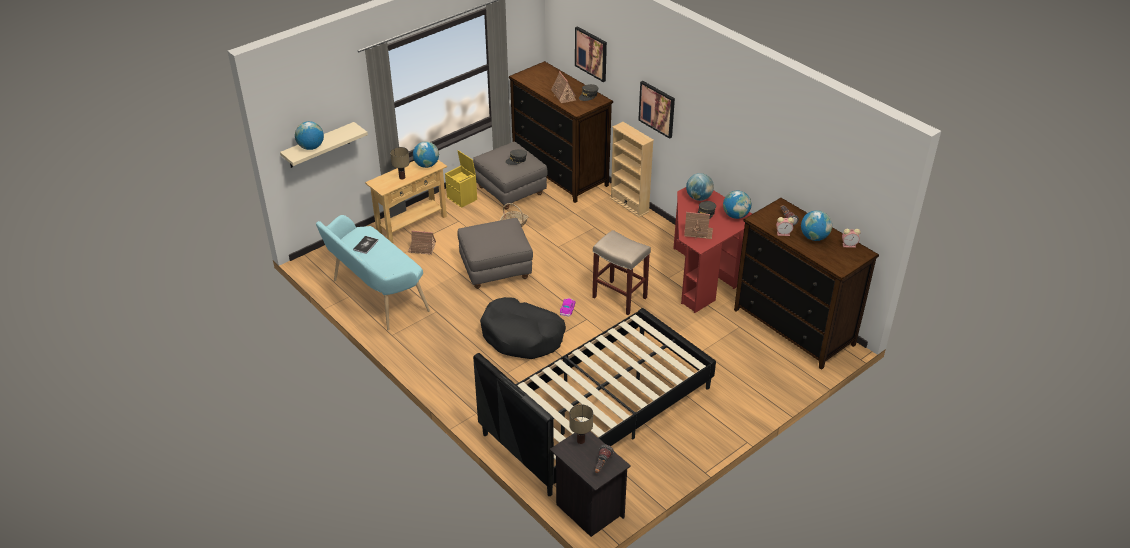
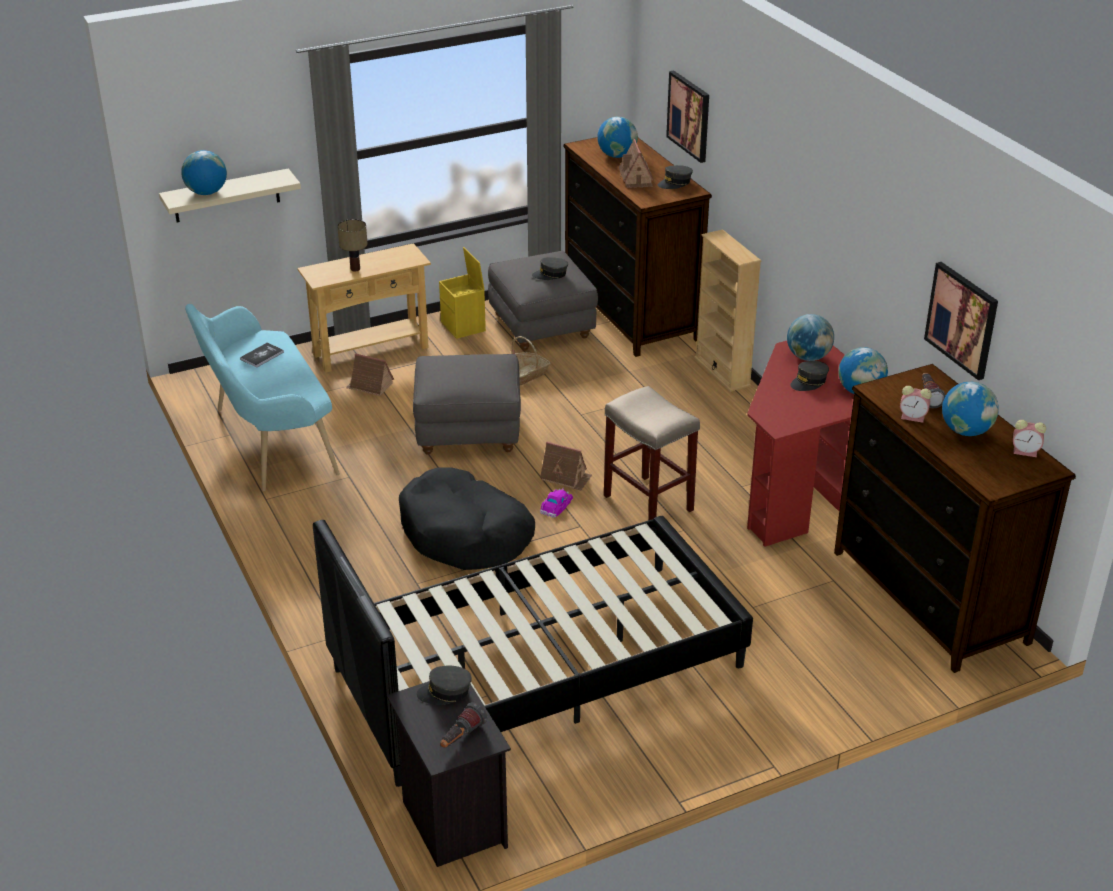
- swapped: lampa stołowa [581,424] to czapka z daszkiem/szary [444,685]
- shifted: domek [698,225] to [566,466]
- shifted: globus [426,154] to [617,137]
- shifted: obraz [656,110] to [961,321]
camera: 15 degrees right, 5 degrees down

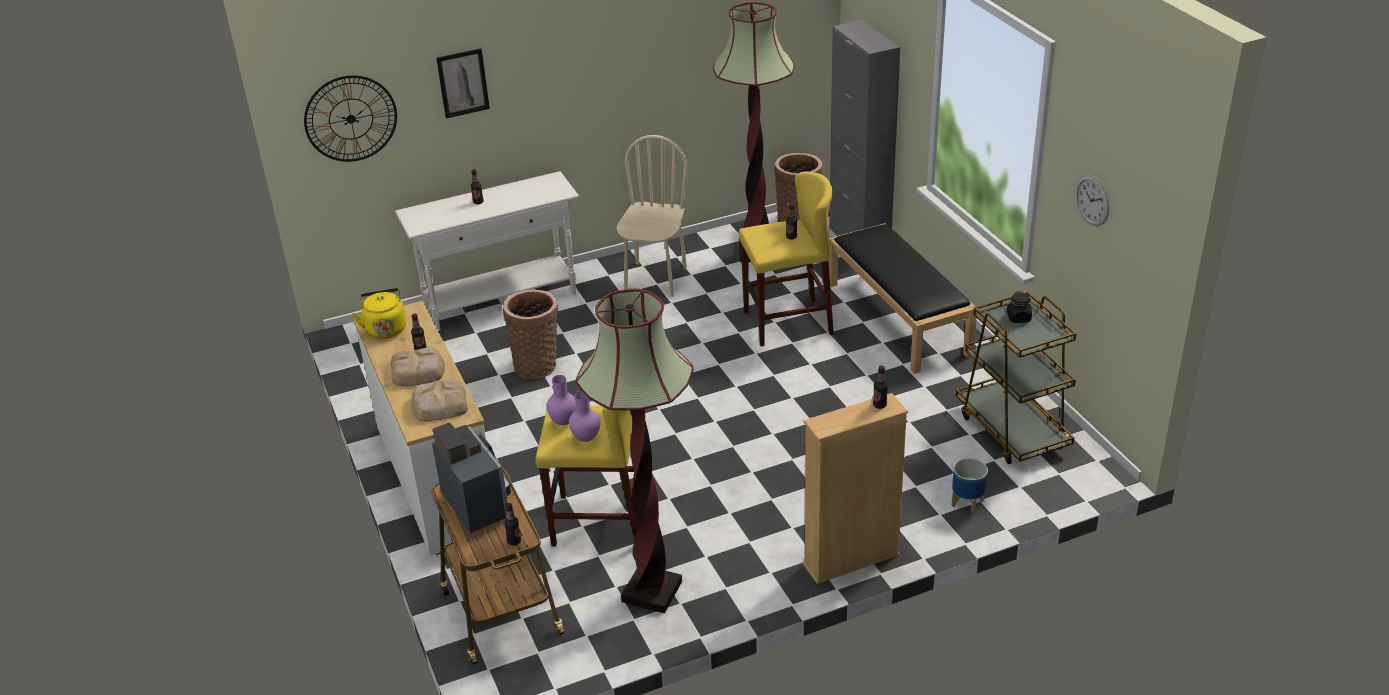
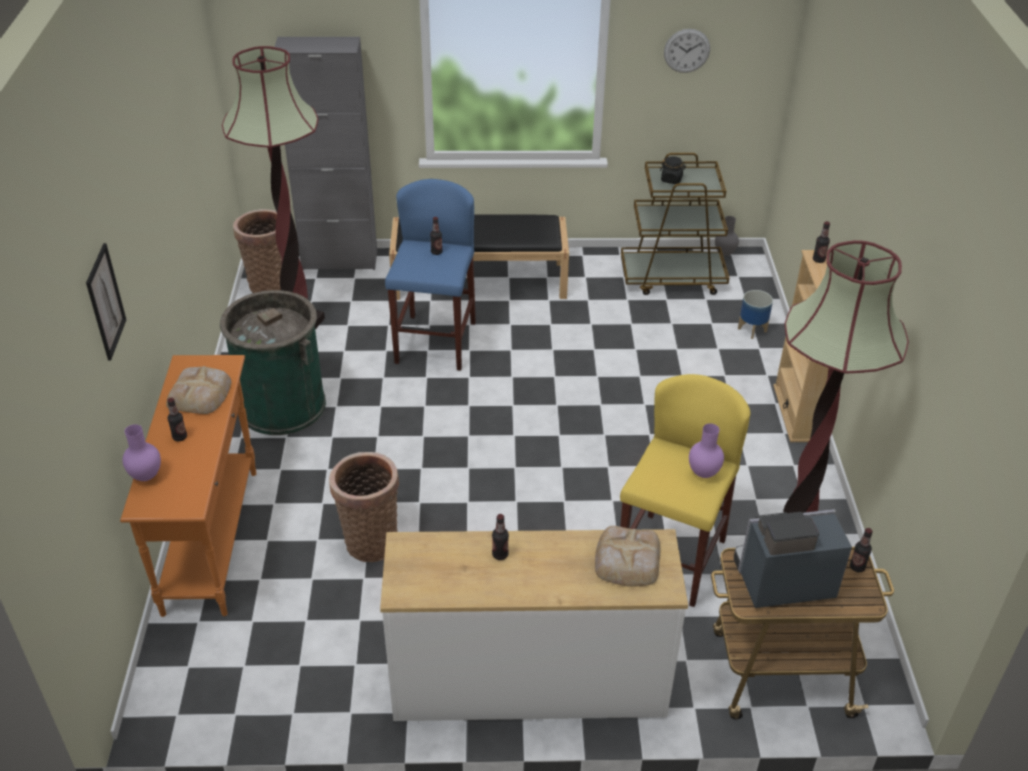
- repainted: stolik konsolowy/biały [487,251] to stolik konsolowy/pomarańczowy [188,486]
- shifted: wazon/fioletowy [561,400] to [141,452]
- shifted: chleb [418,366] to [198,390]
- swapped: krzesło/beżowy [652,216] to kosz na śmieci/zielony [273,362]
- repainted: stołek/żółty [786,259] to stołek/niebieski [430,275]
- new: wazon/szary [727,236]
- gone: zegar ścienny [350,118]
- gone: czajnik/żółty [379,313]
camera: 70 degrees left, 5 degrees up

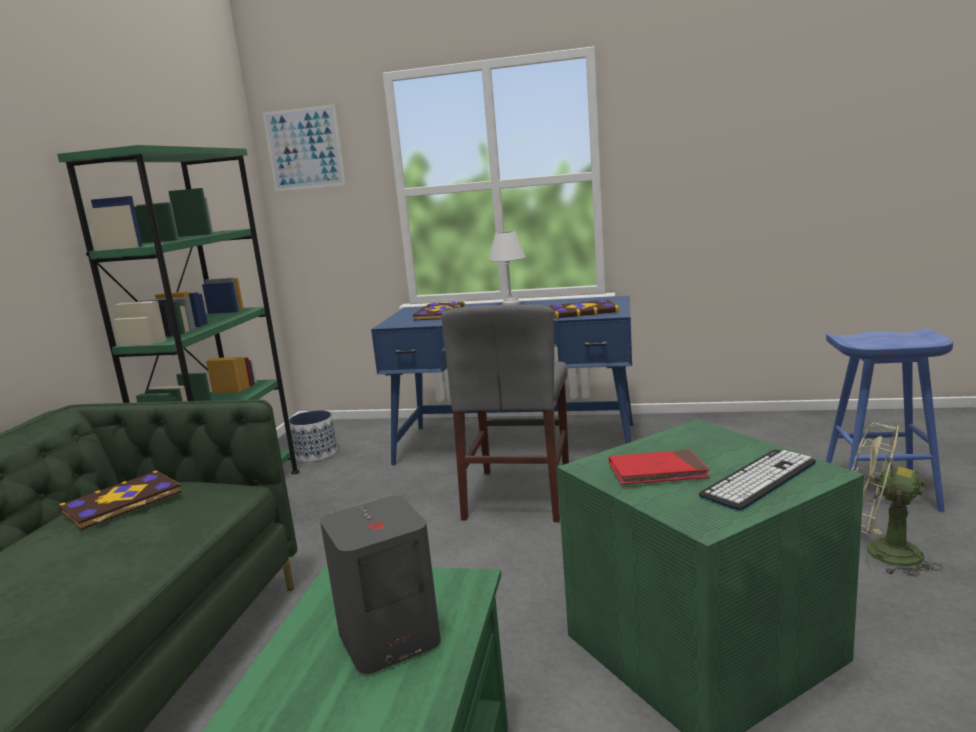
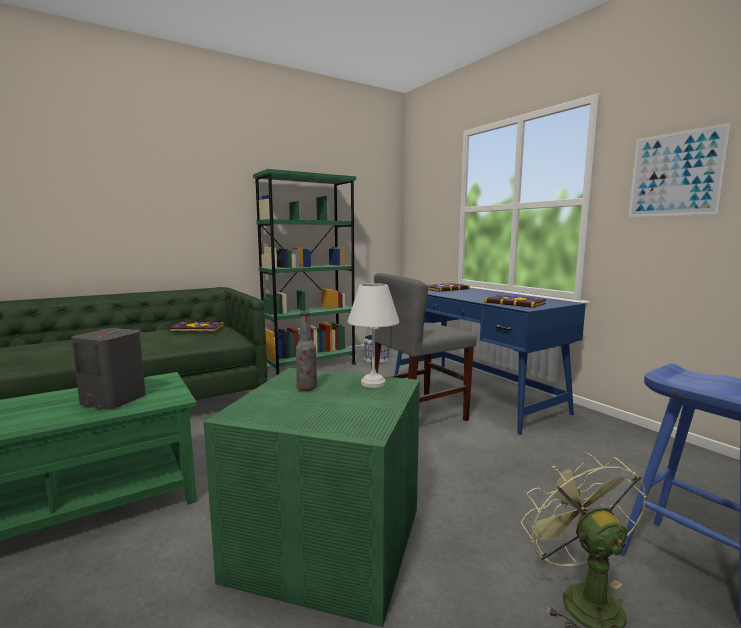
- swapped: książka/czerwony [659,467] to butelka [306,351]
- shifted: lampa stołowa/biały [507,268] to [373,335]
- shifted: obraz [304,147] to [680,170]
- gone: klawiatura [757,480]
camera: 45 degrees right, 5 degrees down

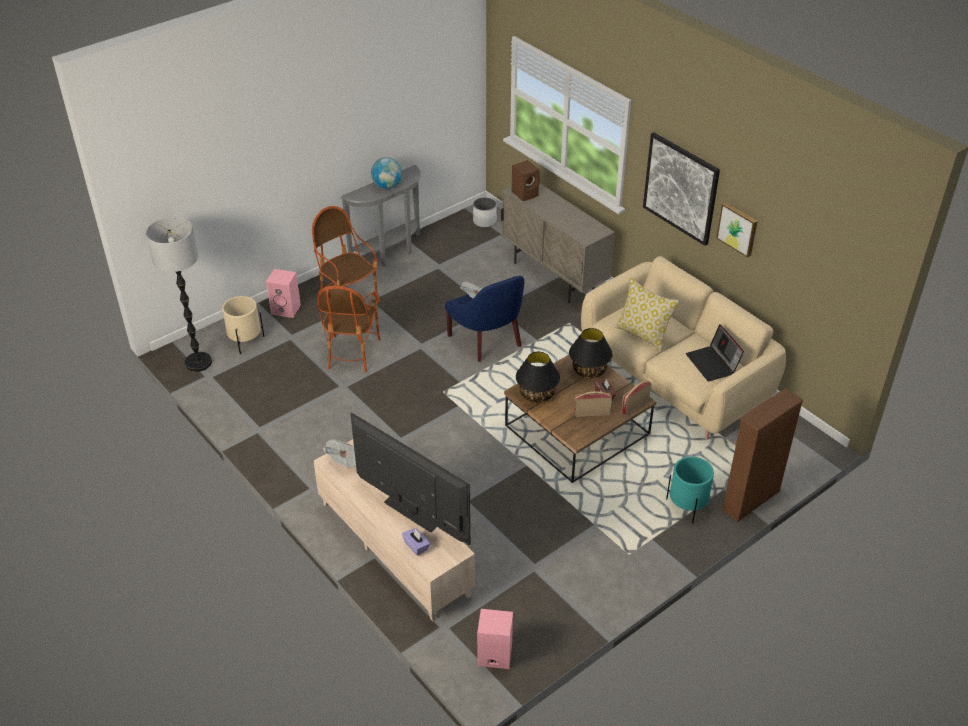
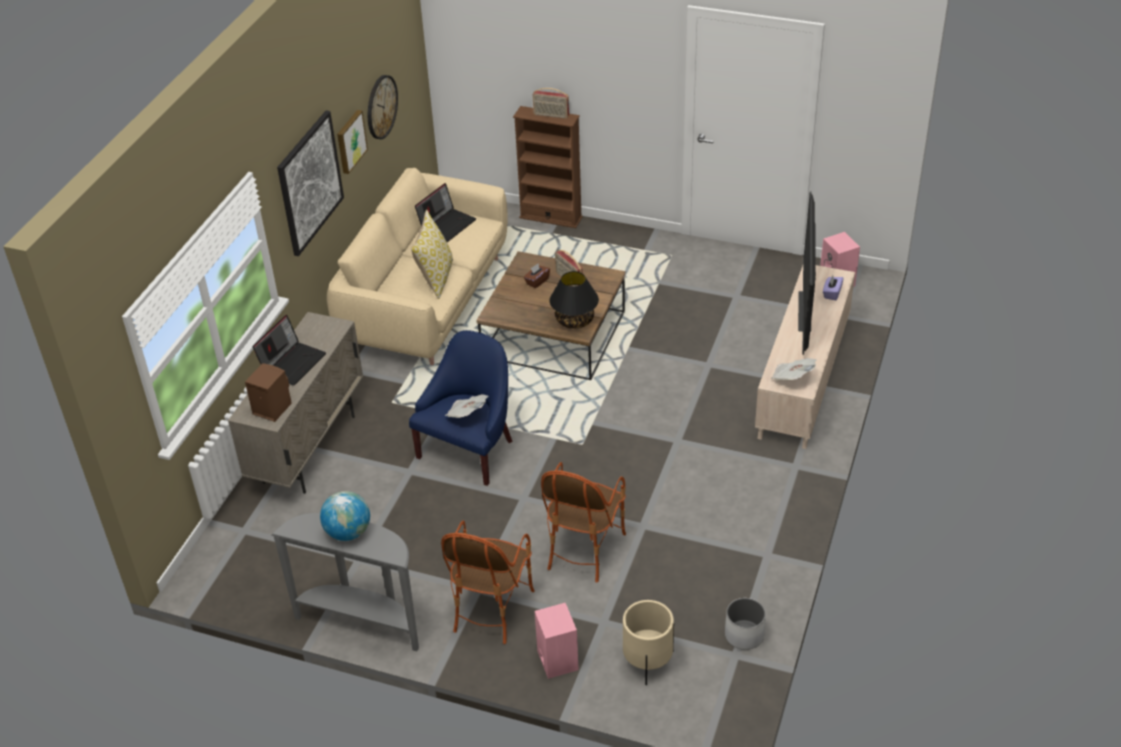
- new: laptop [289,350]
- new: zegar ścienny [383,107]
- shifted: radio [636,398] to [551,103]
- rotated: fotel [349,329] = [583,522] 135 degrees clockwise
- shifted: donica/biały [485,212] to [745,624]
- gone: lampa stojąca [179,294]
- gone: lampa stołowa/czarny [591,353]
- gone: donica/turkusowy [690,490]
camera: 120 degrees left, 0 degrees up

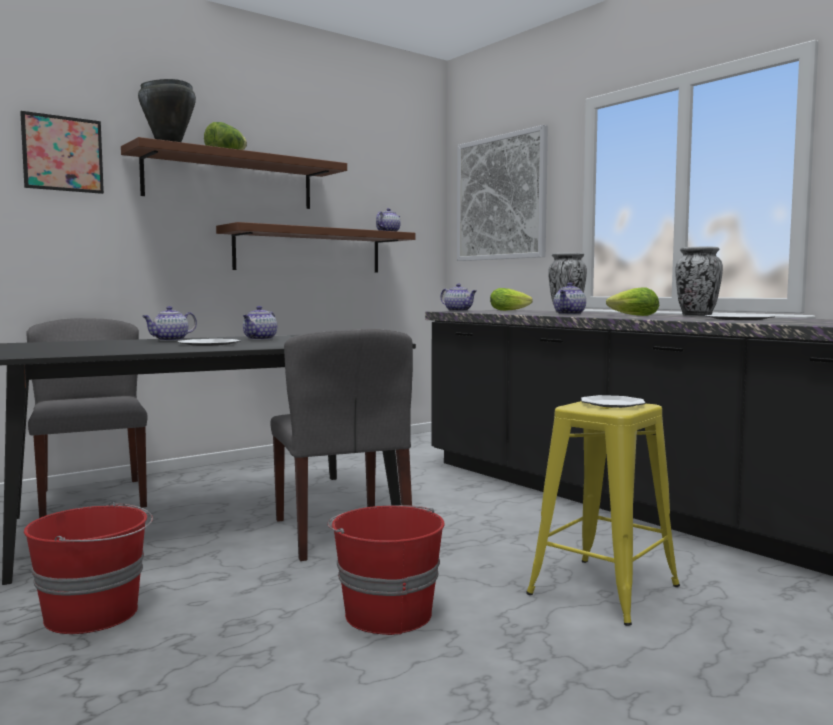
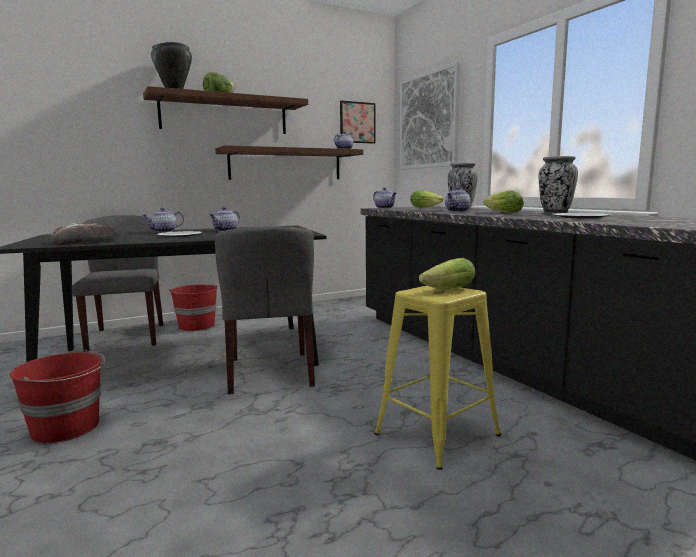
- new: chleb [85,234]
- shifted: wiadro/czerwony [386,570] to [193,307]
- shifted: obraz [62,152] to [358,122]
- swapped: talerz [613,401] to sałata [447,273]
camera: 10 degrees right, 5 degrees up

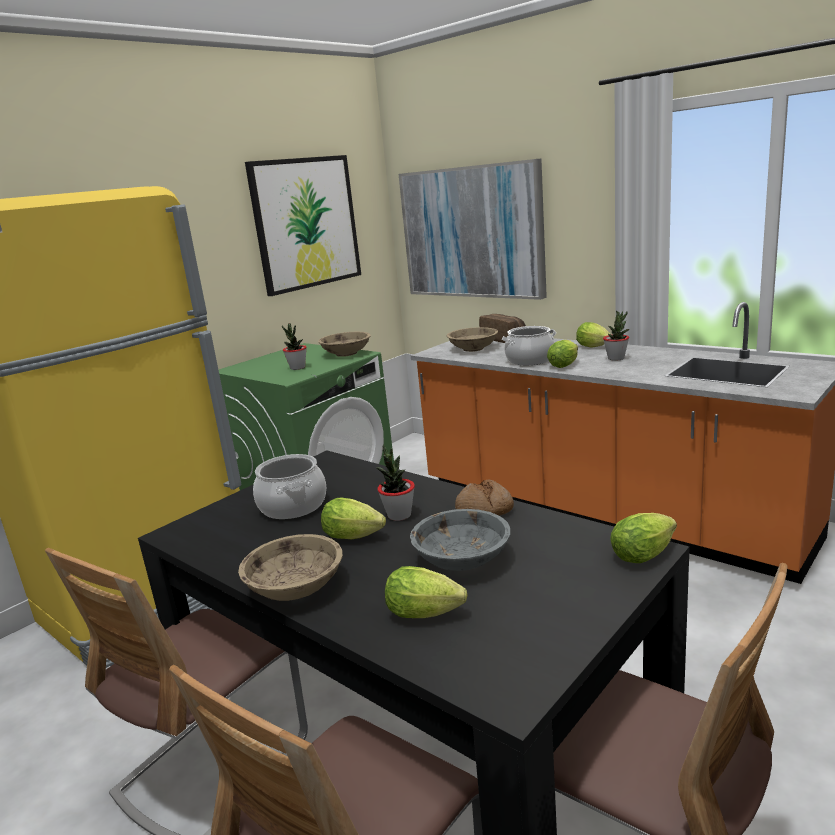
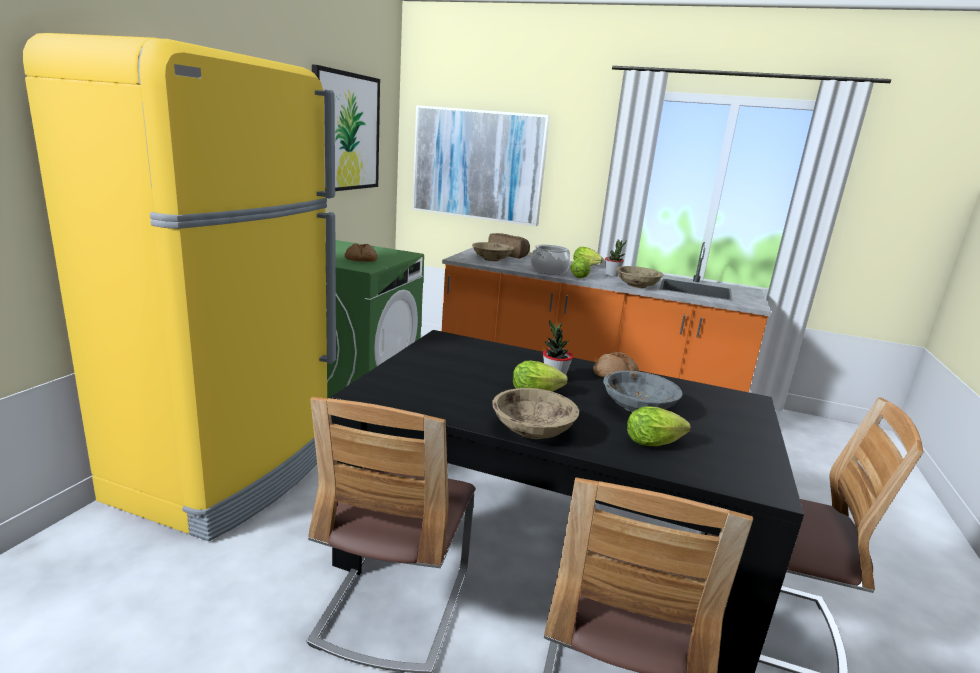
- swapped: roślina doniczkowa [294,346] to chleb [361,252]
- shifted: miska/beżowy [344,344] to [640,277]
- gone: garnek [289,486]
- gone: sałata [643,538]
camera: 25 degrees left, 0 degrees up

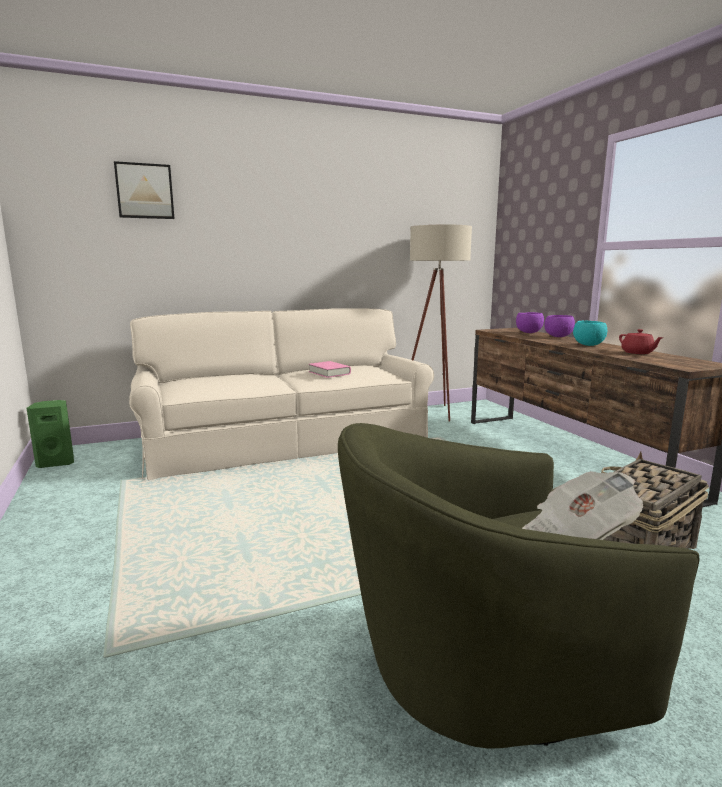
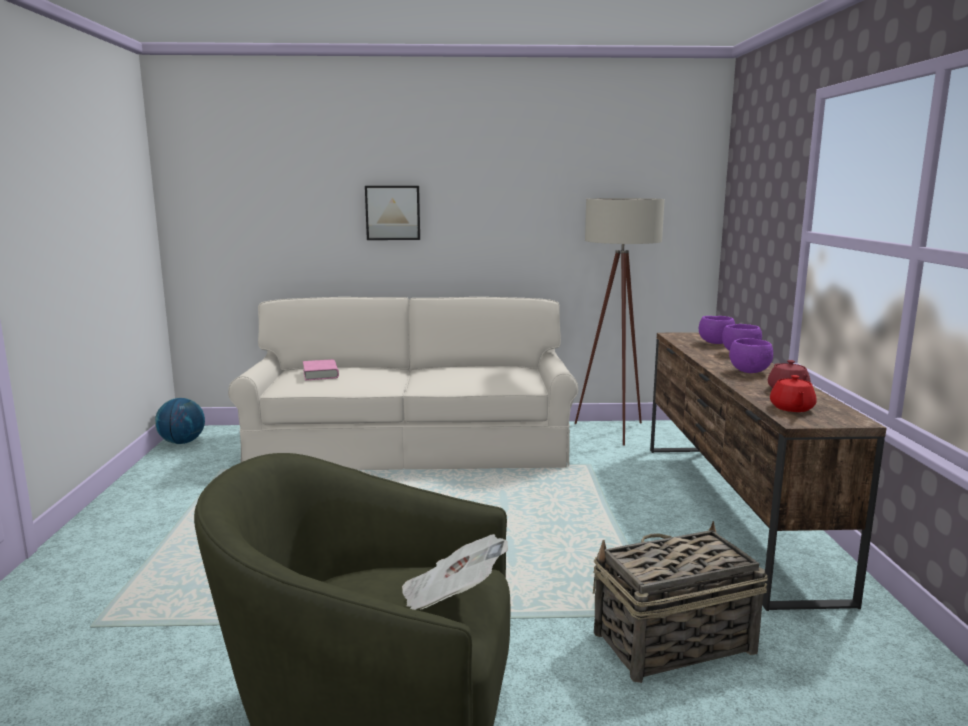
- swapped: głośnik/zielony [50,434] to globus [180,421]
- shifted: książka/różowy [330,369] to [321,370]
- shifted: obraz [144,190] to [392,213]
- repainted: miska/turkusowy [590,333] to miska/fioletowy [751,355]
- new: imbryk/czerwony [793,393]
camera: 20 degrees right, 0 degrees up

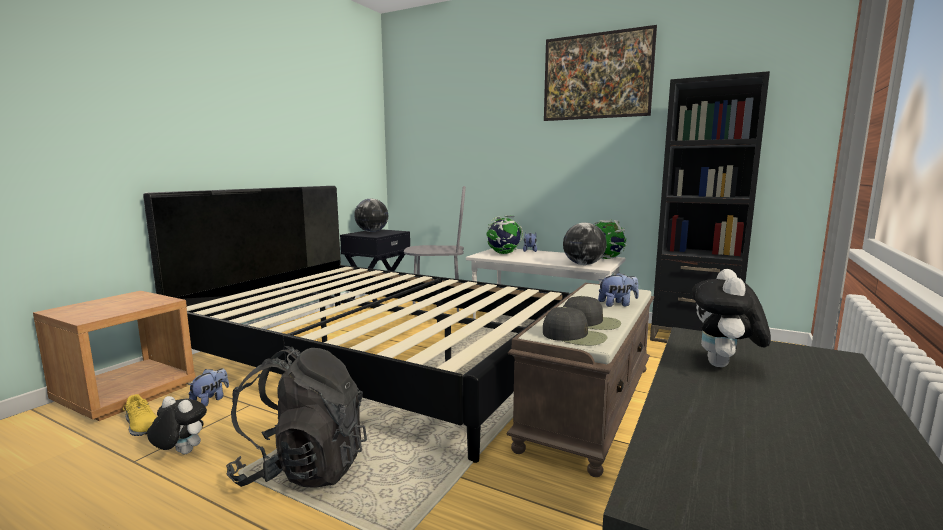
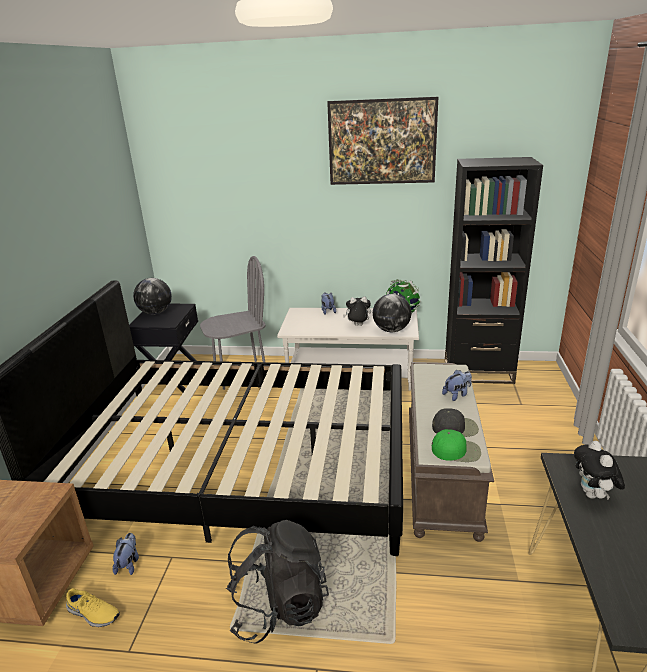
- shifted: pluszak [177,425] to [357,311]
- repainted: czapka z daszkiem/czarny [575,326] to czapka z daszkiem/zielony [456,445]
- gone: globus [505,234]
camera: 20 degrees left, 15 degrees up

